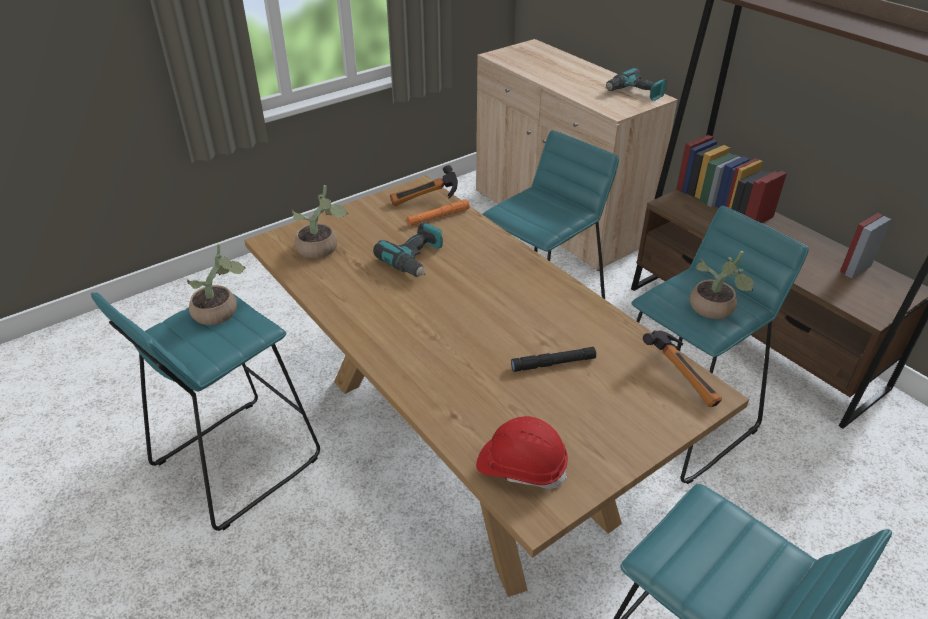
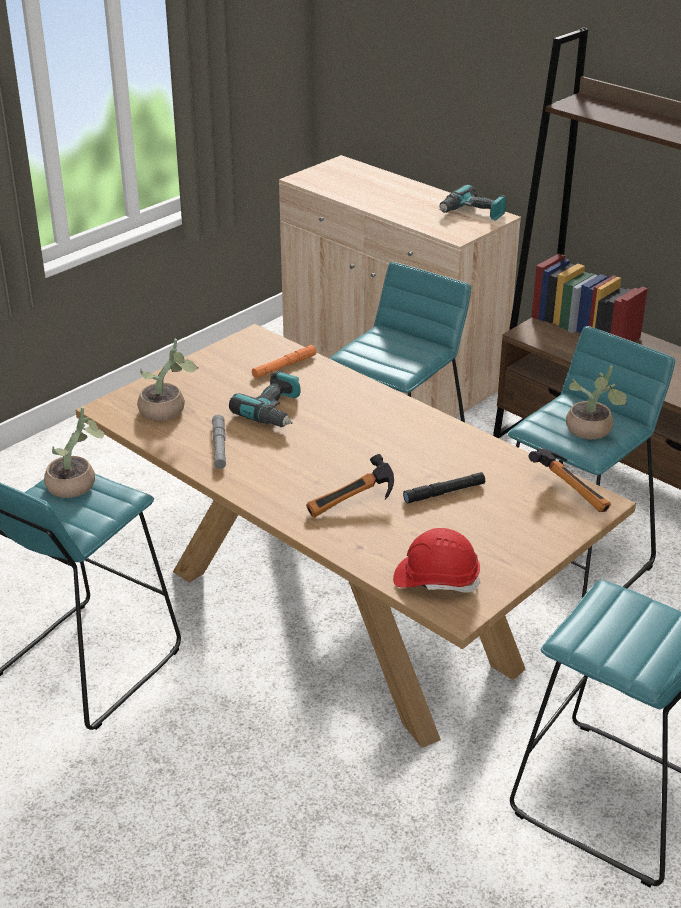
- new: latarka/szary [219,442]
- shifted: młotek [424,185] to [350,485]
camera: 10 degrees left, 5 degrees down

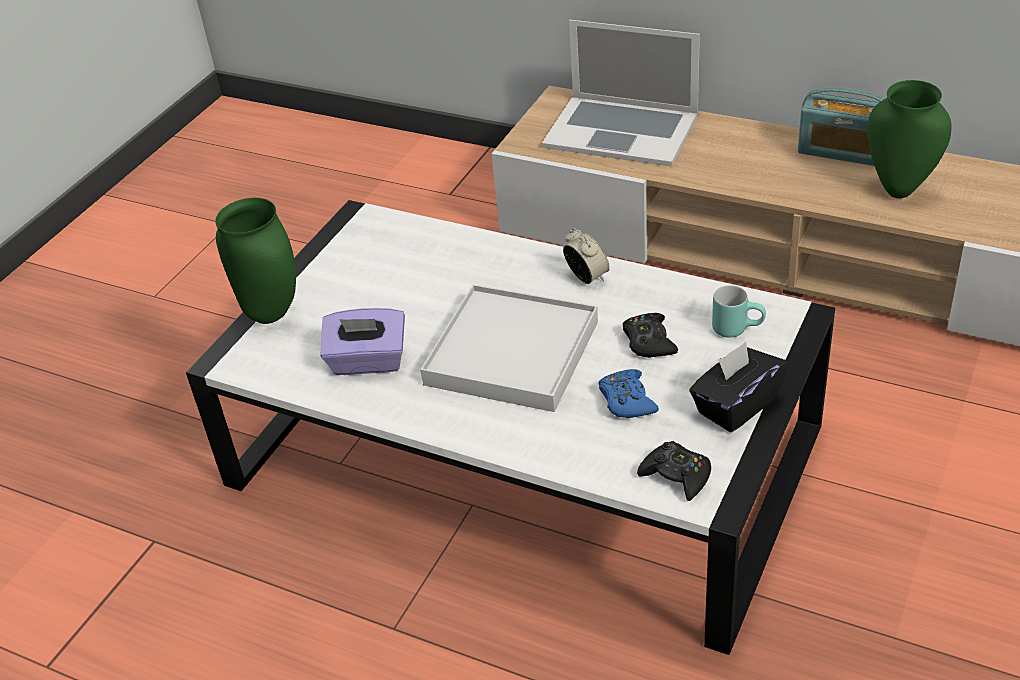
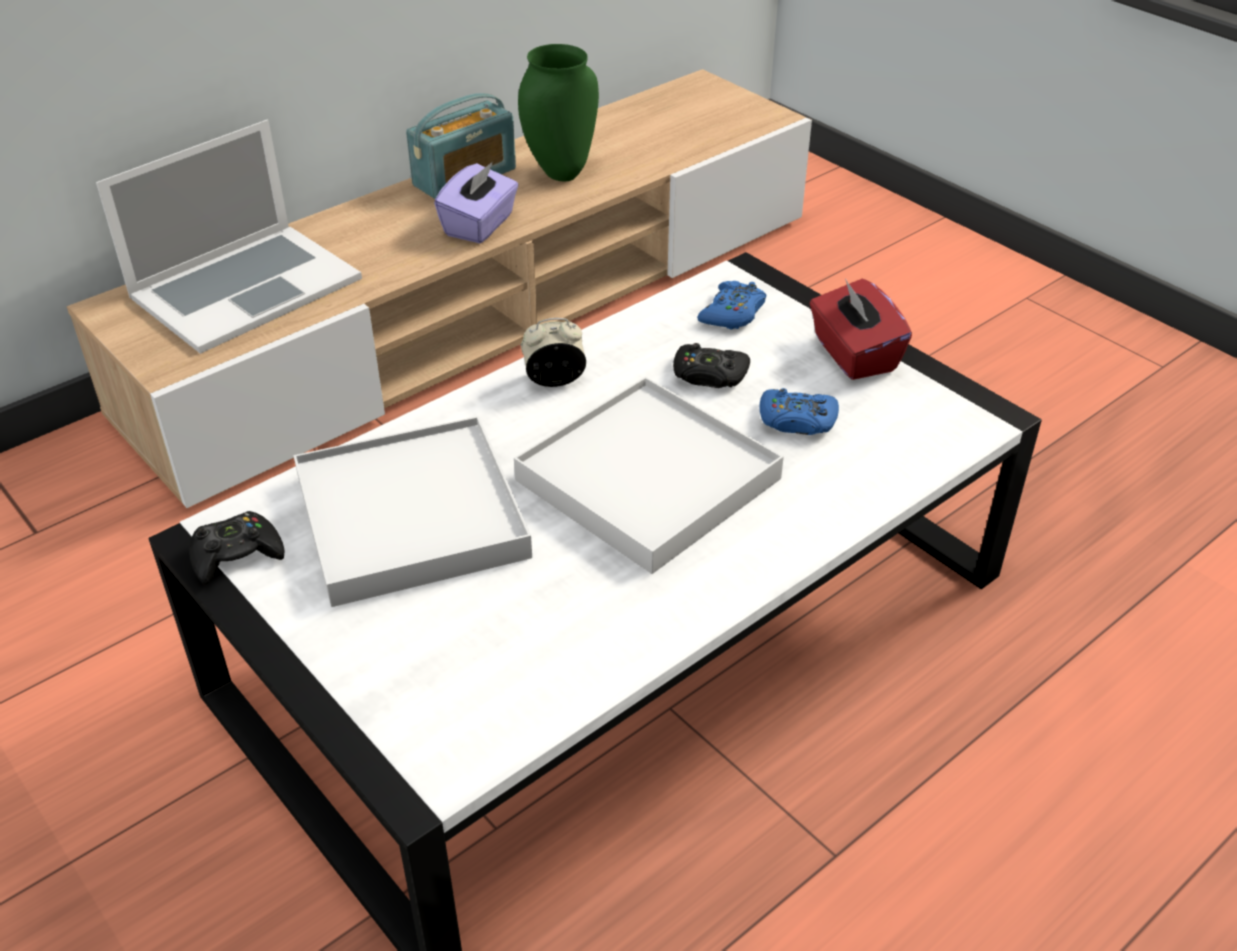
- shifted: pad do gier/czarny [674,471] to [236,548]
- new: taca/biały [413,511]
- shifted: pudełko chusteczek/fioletowy [362,341] to [476,202]
- swapped: kubek/turkusowy [739,311] to pad do gier/niebieski [731,305]
- repainted: pudełko chusteczek/czarny [738,387] to pudełko chusteczek/czerwony [860,329]
- gone: wazon/zielony [256,261]
camera: 70 degrees left, 0 degrees up

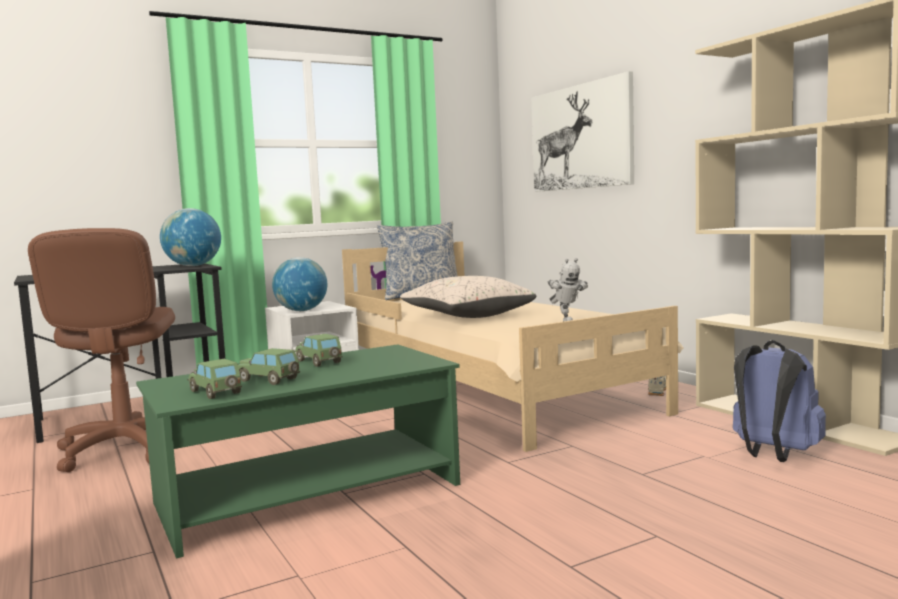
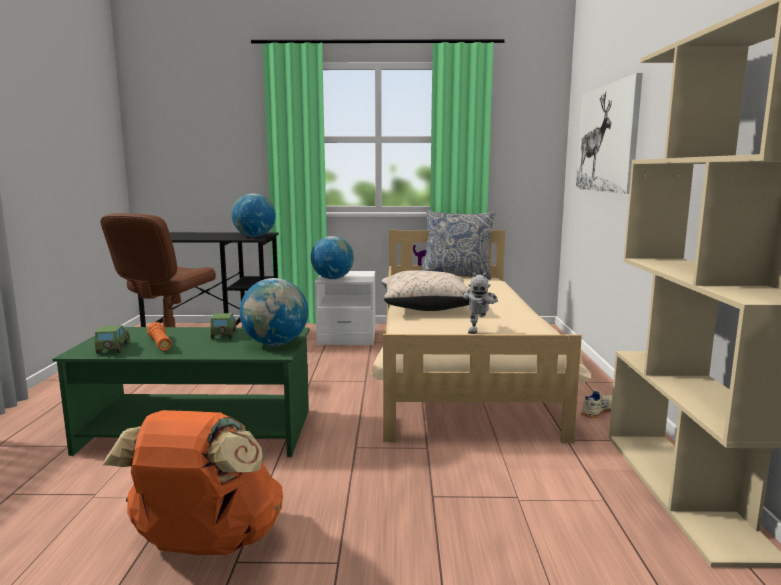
- new: plecak/pomarańczowy [193,482]
- swapped: samochodzik [269,366] to latarka/pomarańczowy [159,336]
- new: globus [274,312]
- gone: plecak/niebieski [779,401]
camera: 30 degrees right, 5 degrees up

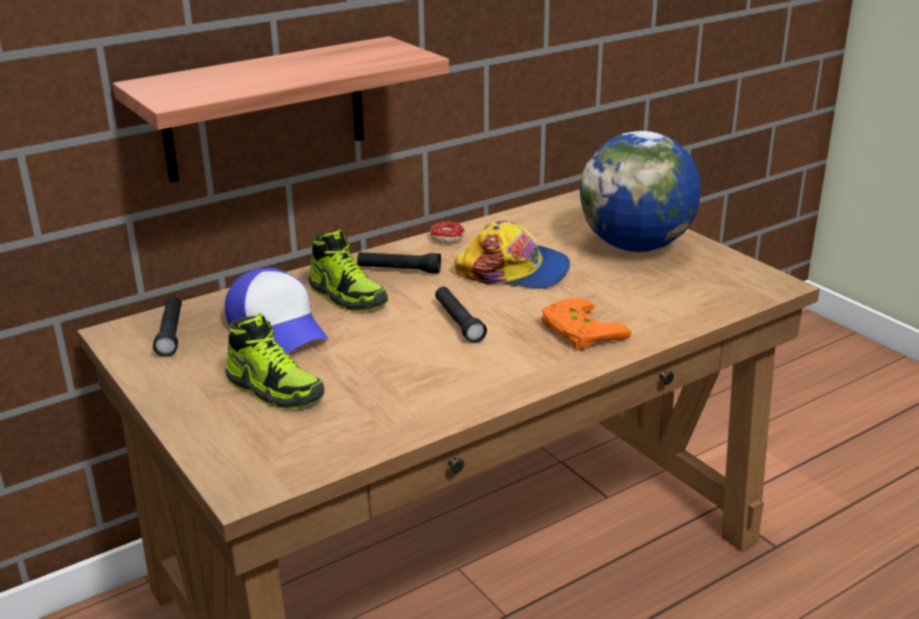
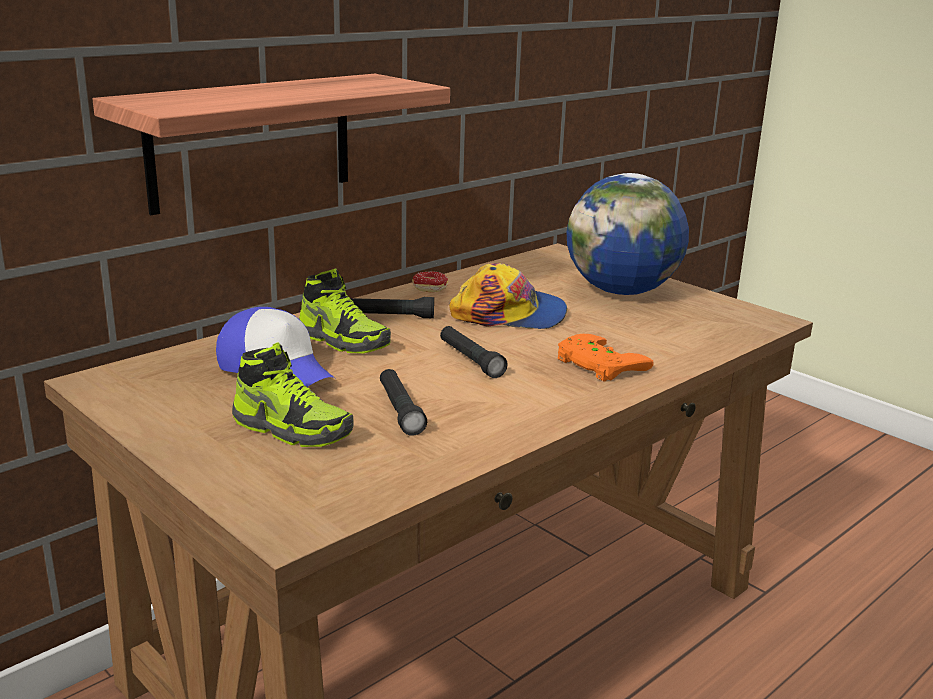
- shifted: latarka/czarny [167,326] to [403,402]
camera: 10 degrees left, 5 degrees down

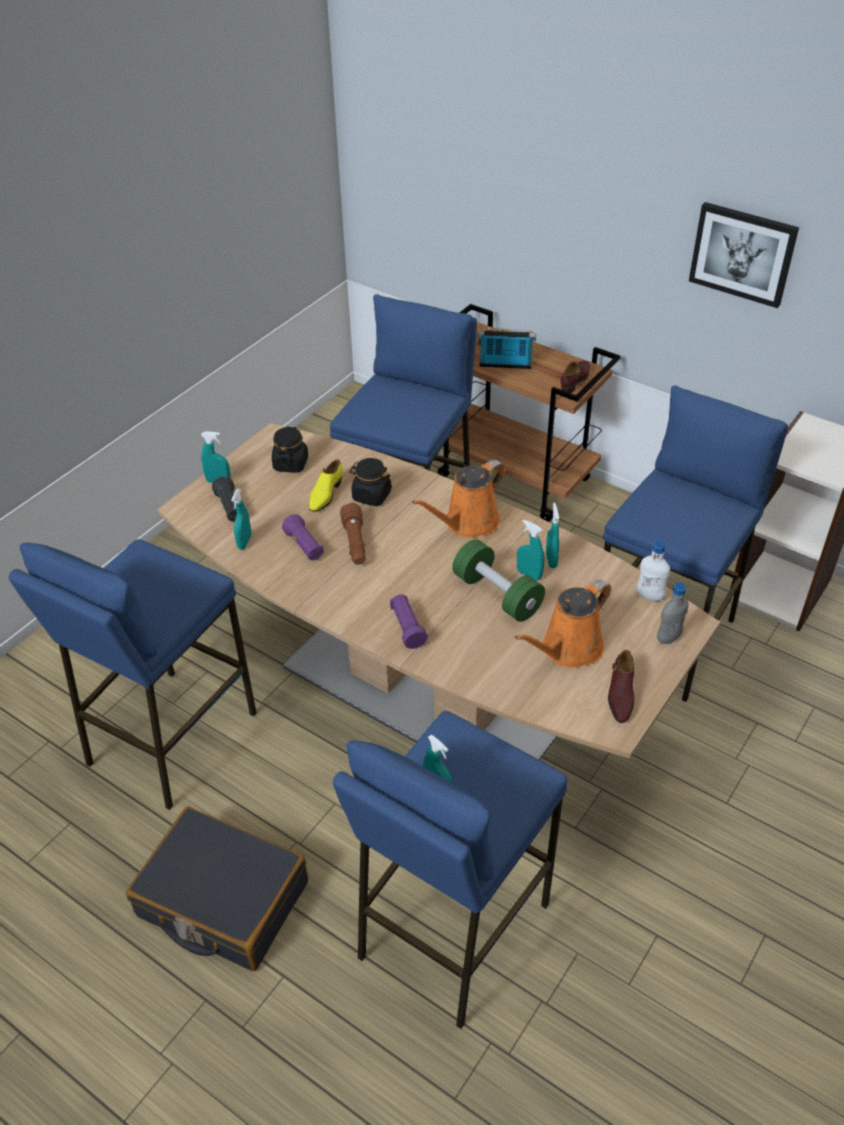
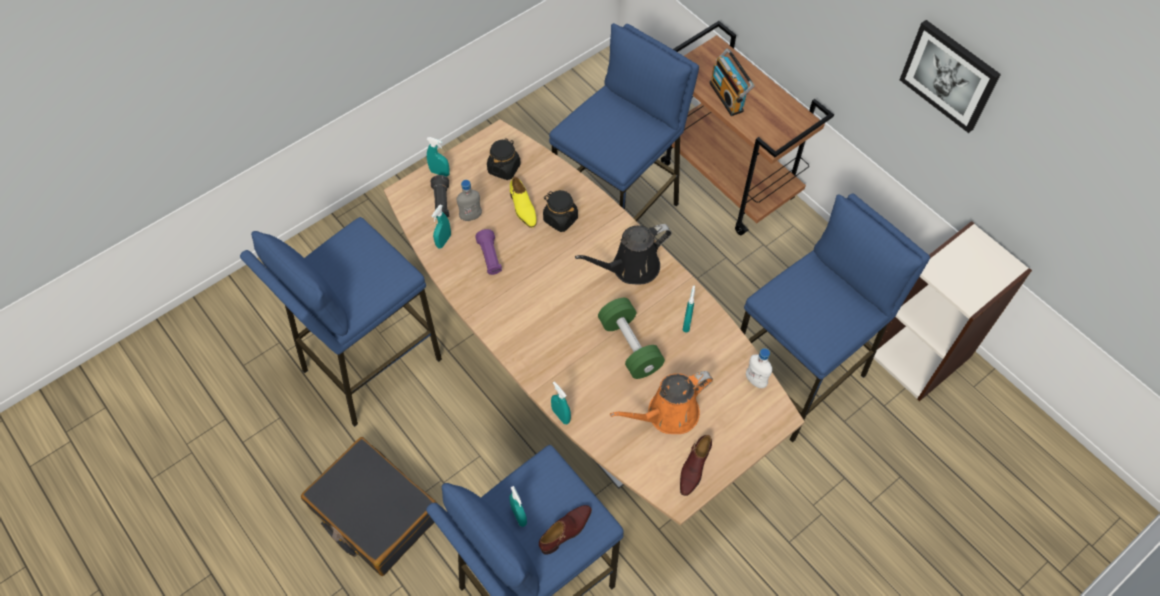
- shifted: butelka/szary [673,613] to [469,200]
- rotated: but/żółty [326,486] = [523,202] 60 degrees counterclockwise
- shifted: but/brązowy [575,377] to [565,530]
- shifted: spryskiwacz/turkusowy [530,550] to [561,403]
- repainted: konewka/pomarańczowy [459,499] to konewka/czarny [623,254]
- rotated: radio [506,348] = [731,82] 135 degrees counterclockwise
- gone: latarka/brązowy [353,534]
- gone: latarka/fioletowy [409,621]
camera: 15 degrees right, 15 degrees up

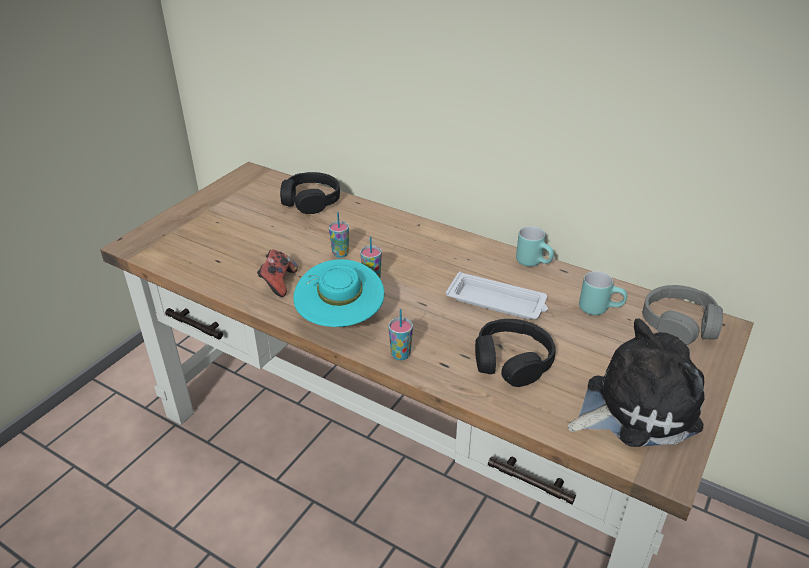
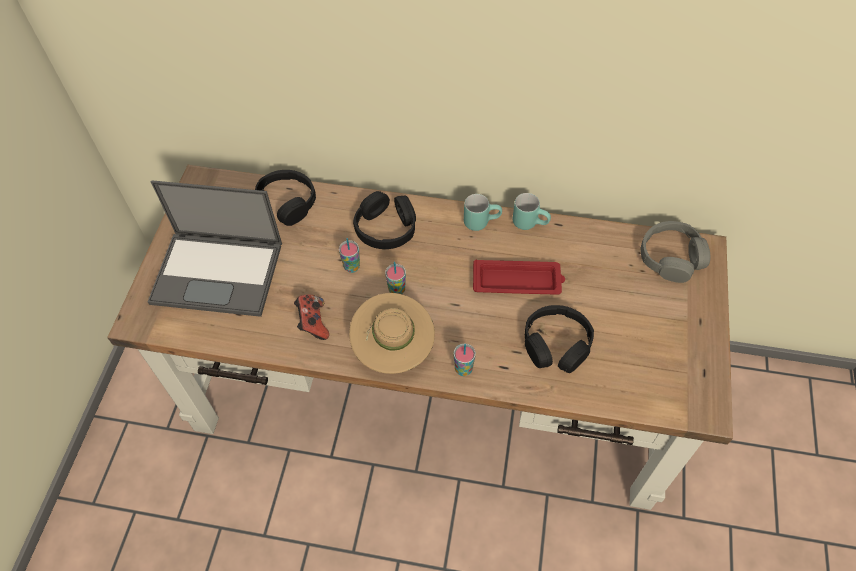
- new: laptop [215,248]
- repainted: kapelusz/turkusowy [338,293] to kapelusz/beżowy [392,333]
- new: słuchawki/czarny [384,220]
- shifted: kubek/turkusowy [603,293] to [483,212]
- repainted: taca/biały [497,295] to taca/czerwony [519,277]
- gone: pluszak [636,383]
camera: 20 degrees left, 20 degrees up

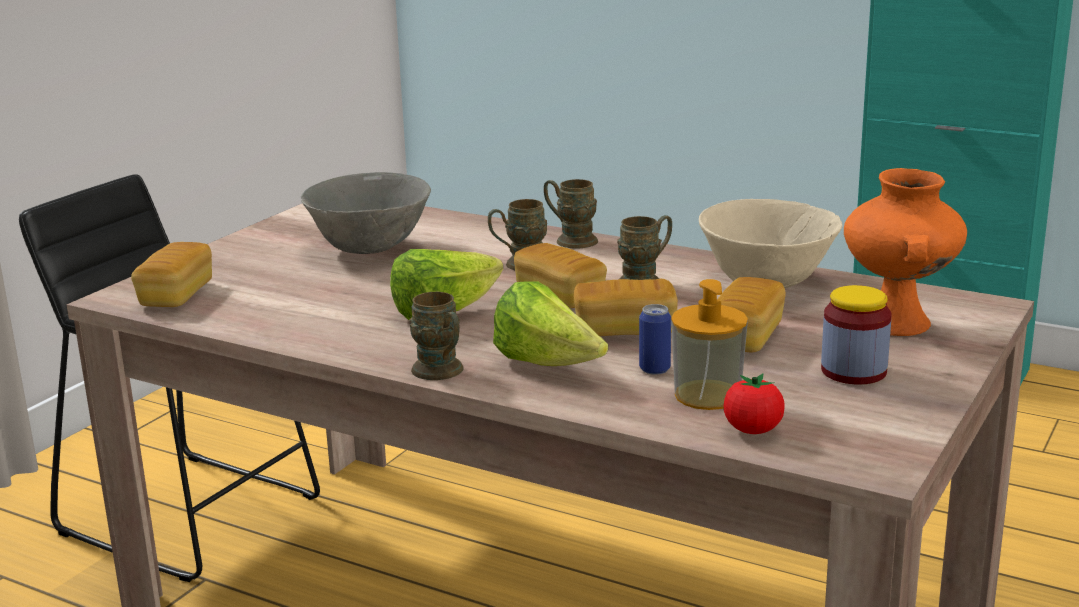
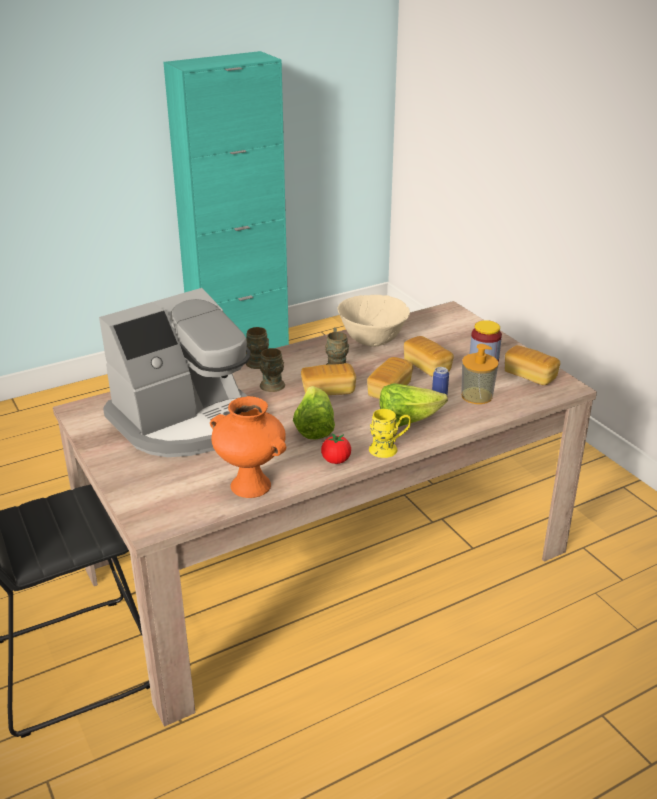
- swapped: miska/szary [366,213] to ekspres do kawy [174,372]
- shifted: wazon/pomarańczowy [905,252] to [248,447]
- shifted: pomidor [754,403] to [336,448]
- repainted: kubek/brązowy [436,336] to kubek/żółty [390,433]
- shifted: chleb [171,274] to [532,365]
camera: 60 degrees left, 10 degrees up

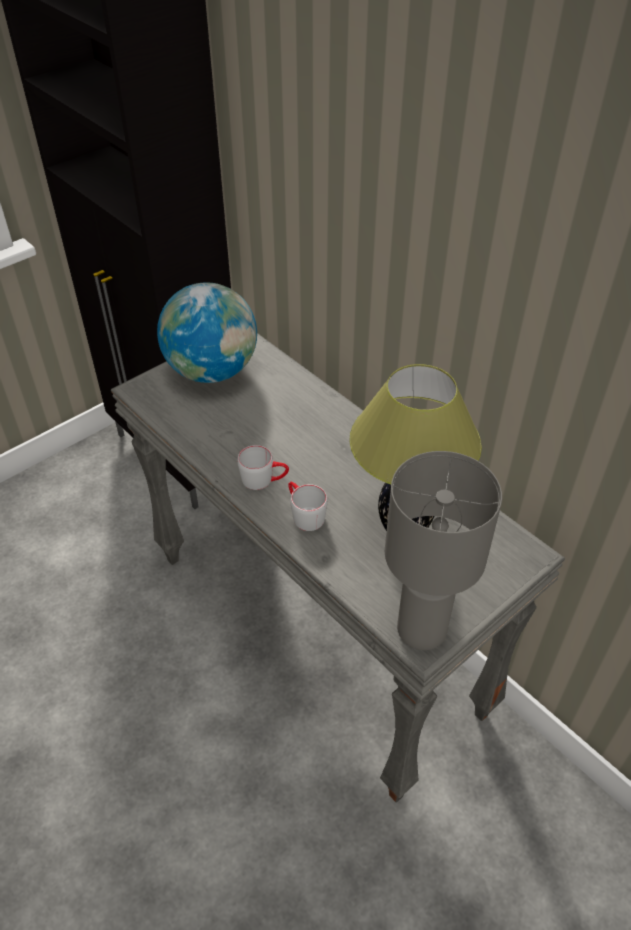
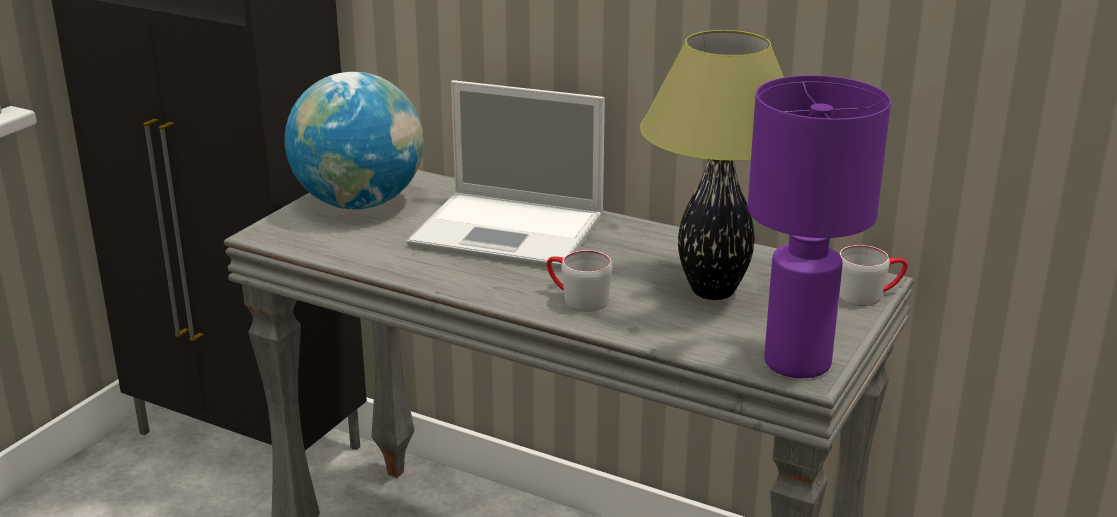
- new: laptop [506,174]
- repainted: lampa stołowa/szary [443,550] to lampa stołowa/fioletowy [819,226]
- shifted: kubek/szary [263,467] to [873,275]
camera: 20 degrees left, 20 degrees down

